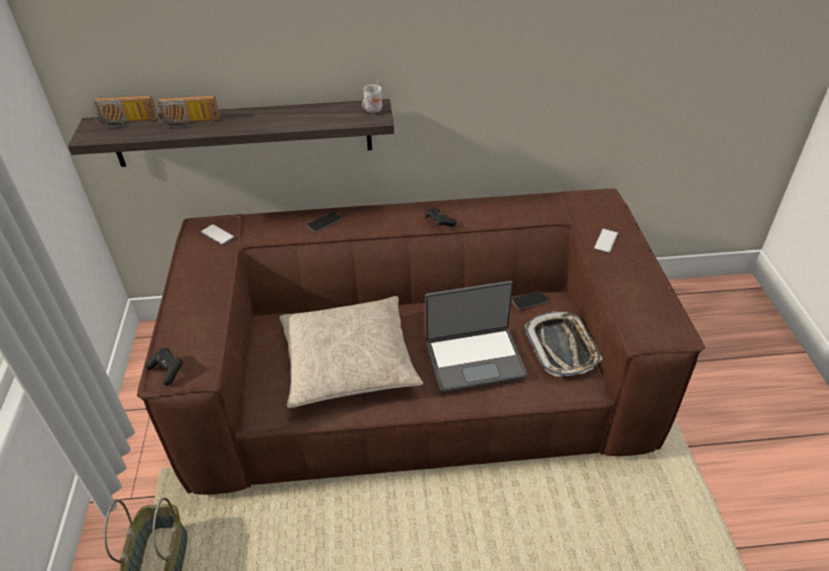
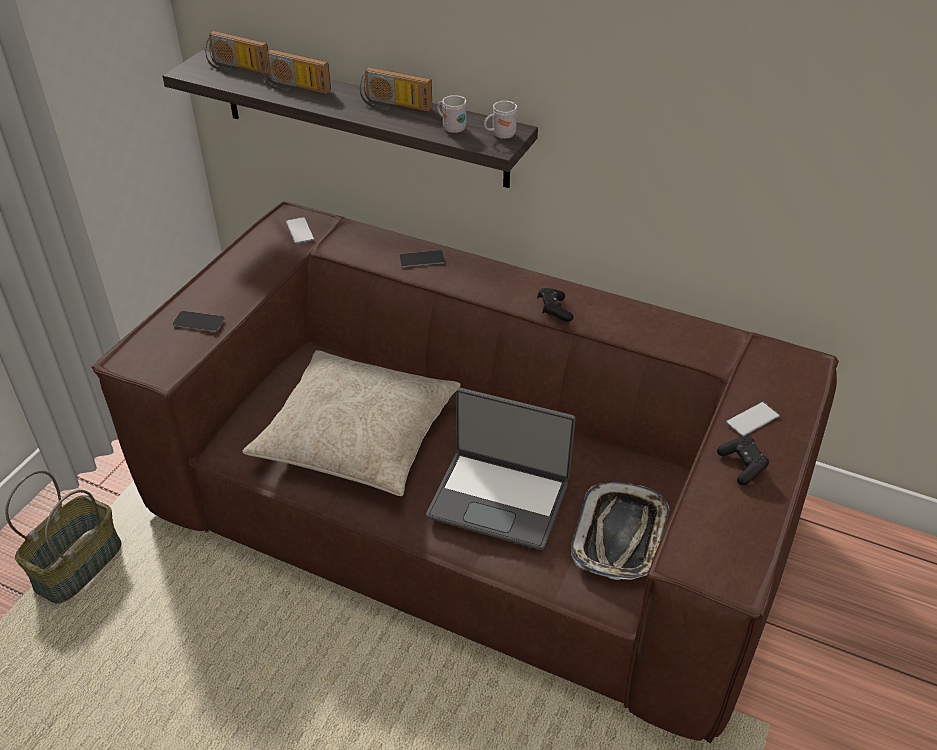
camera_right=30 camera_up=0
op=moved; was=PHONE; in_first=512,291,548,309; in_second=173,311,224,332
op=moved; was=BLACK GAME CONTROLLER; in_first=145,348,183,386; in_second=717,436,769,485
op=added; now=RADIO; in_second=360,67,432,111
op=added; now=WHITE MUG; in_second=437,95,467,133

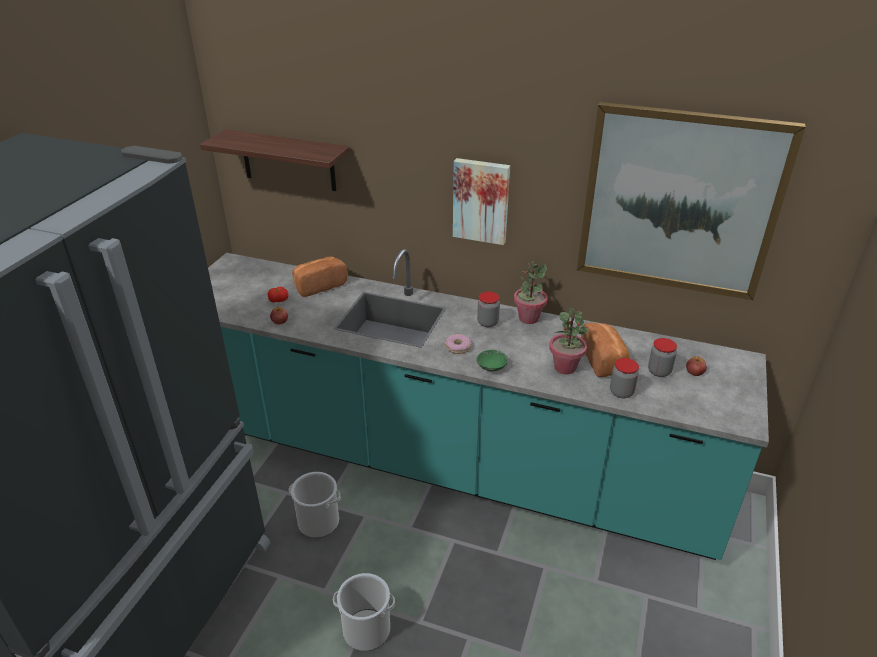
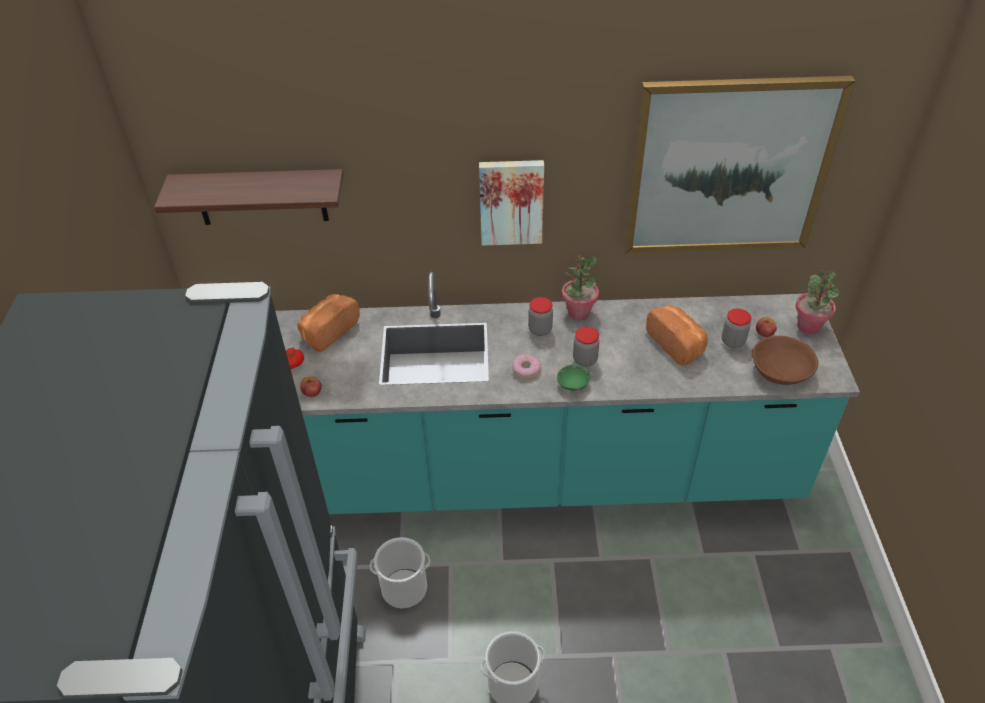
camera_right=-20 camera_up=10
op=moved; was=POTTED PLANT; in_first=549,308,588,374; in_second=795,270,839,334
op=moved; was=JAR; in_first=610,358,639,398; in_second=573,327,600,367
op=added; now=BROWN BOWL; in_second=752,336,819,385

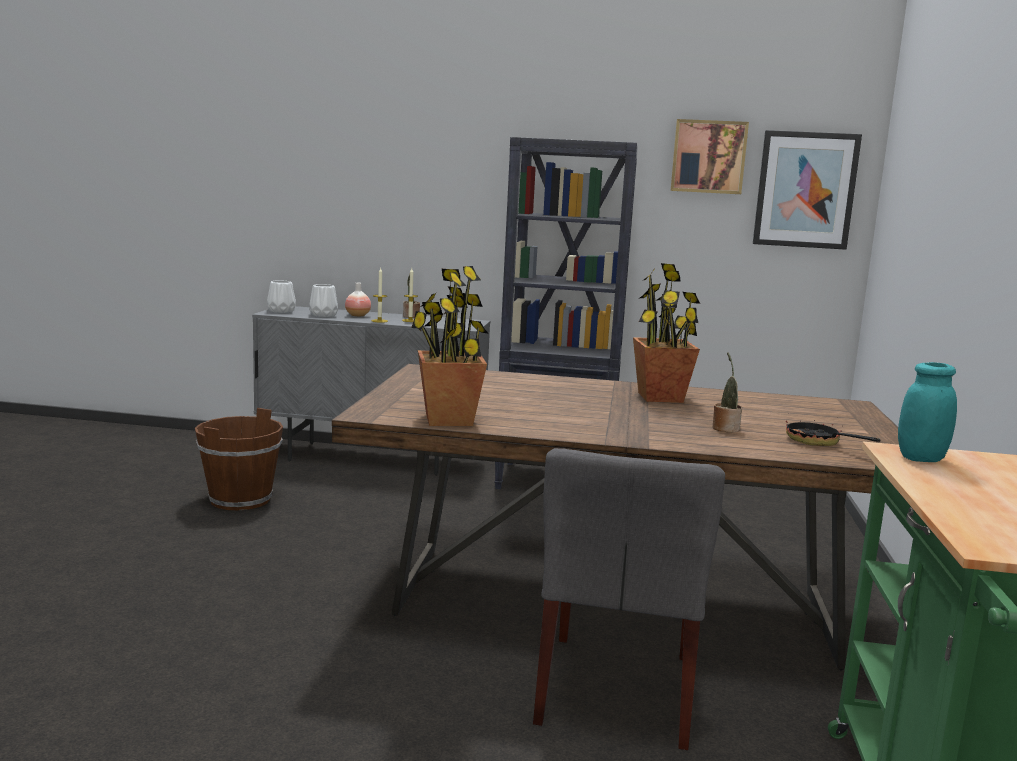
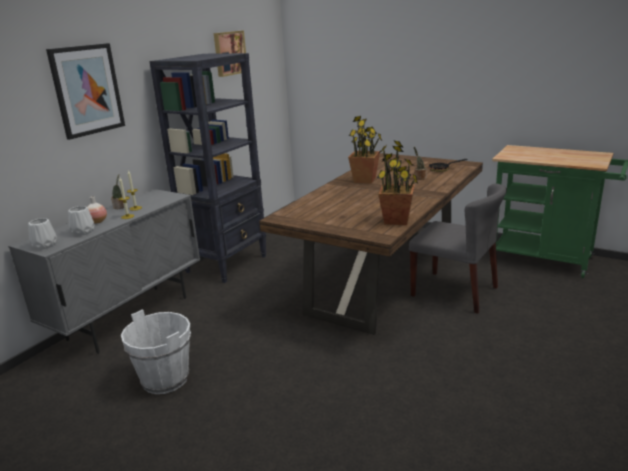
camera_right=-65 camera_up=10
op=moved; was=PICTURE; in_first=753,130,862,250; in_second=46,43,125,140
op=removed; was=TURQUOISE JAR; in_first=898,362,957,462
op=recoloured; was=BROWN BUCKET; now=WHITE BUCKET; in_first=195,408,283,510; in_second=121,309,191,394

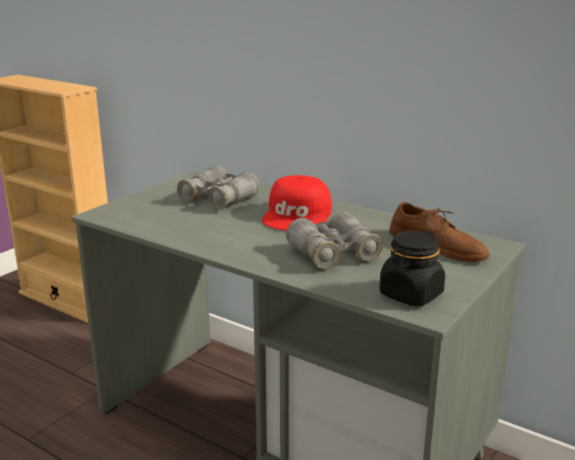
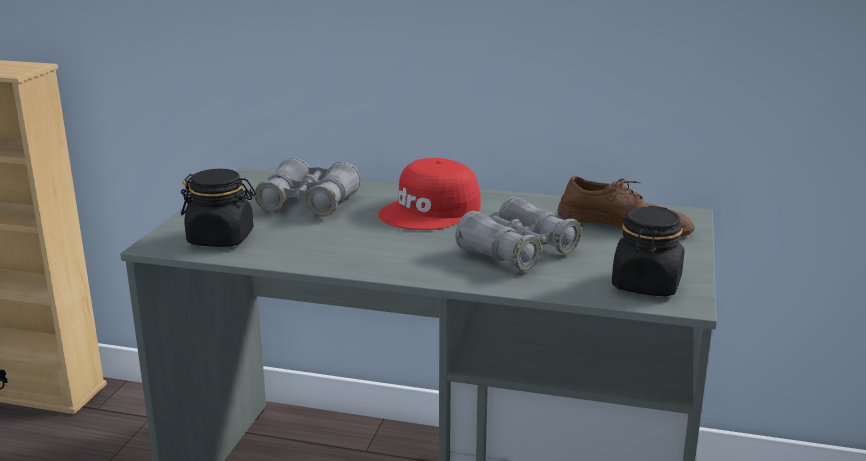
camera_right=-20 camera_up=0
op=turned; was=RED CAP; in_first=262,175,332,231; in_second=378,158,481,230; clockwise=45
op=added; now=BLACK JAR; in_second=181,169,256,247

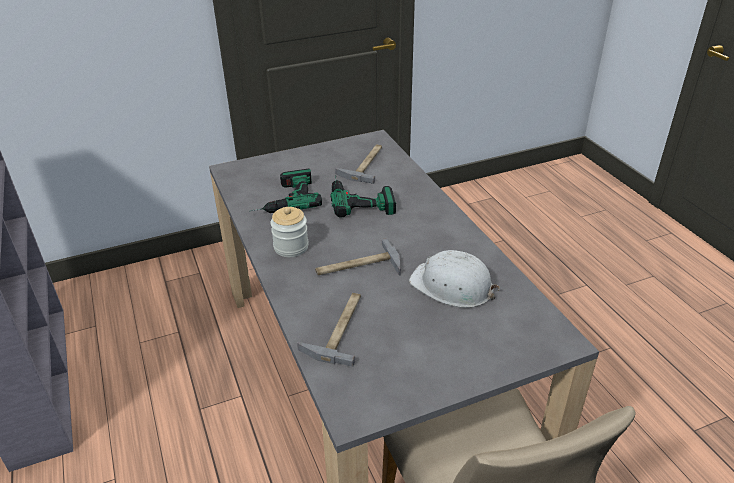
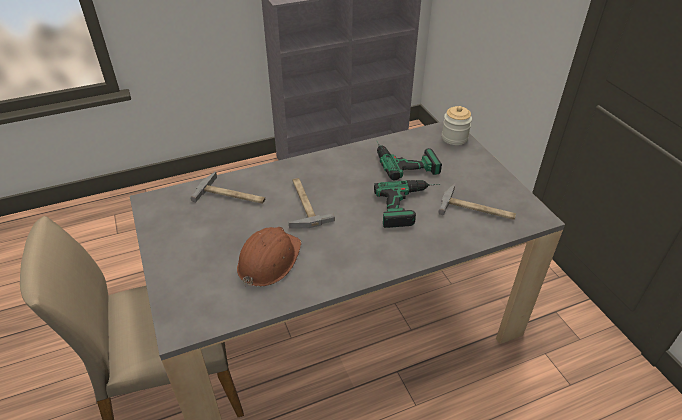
camera_right=90 camera_up=5
op=moved; was=JAR; in_first=270,207,309,257; in_second=442,106,472,145
op=recoloured; was=WHITE HARD HAT; now=BROWN HARD HAT; in_first=409,250,500,308; in_second=237,227,301,287

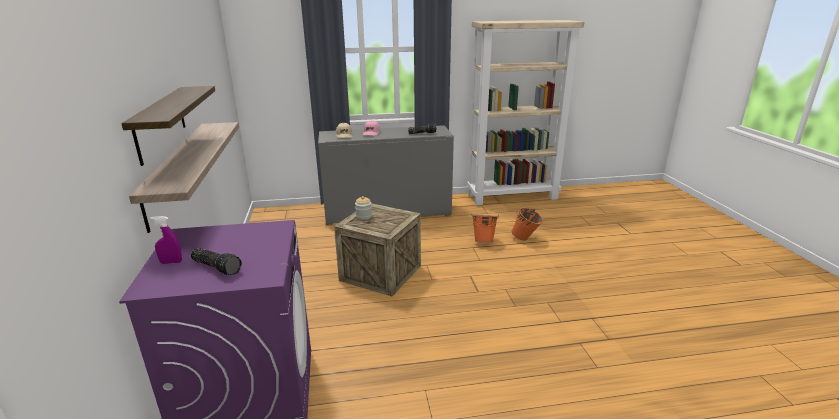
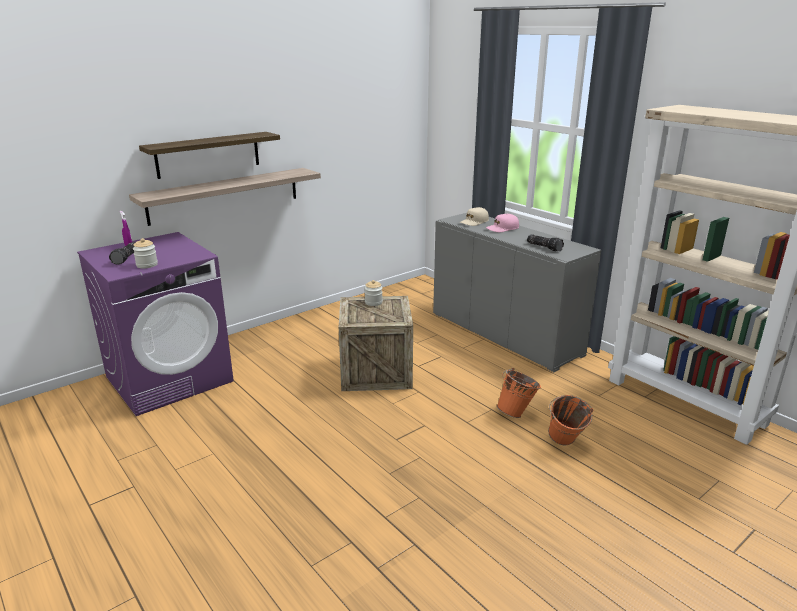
camera_right=60 camera_up=0
op=added; now=JAR; in_second=133,238,158,268

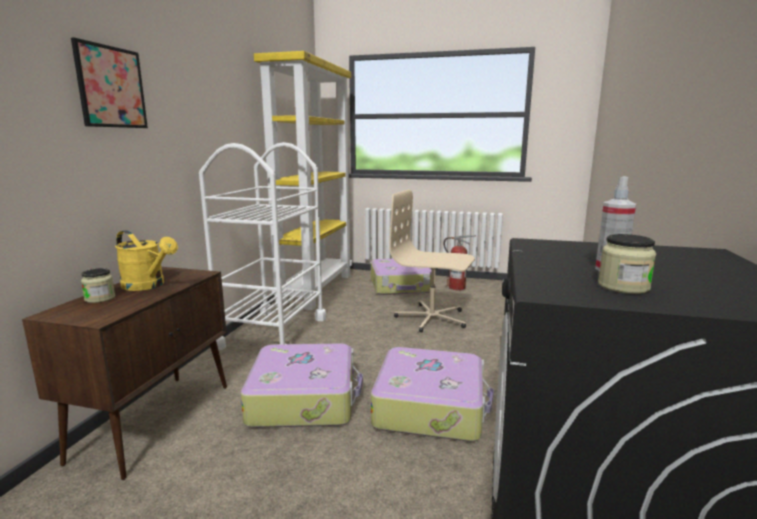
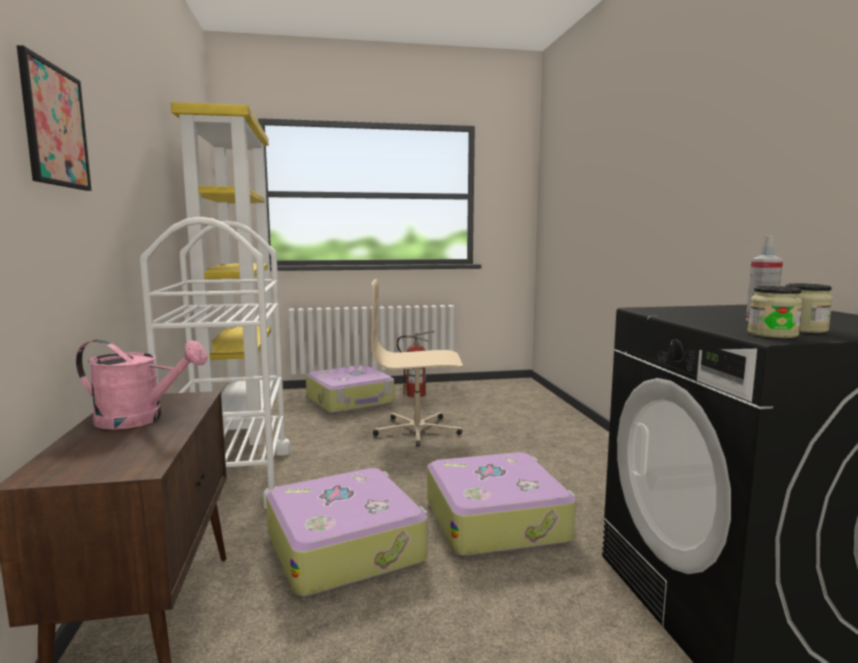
camera_right=-25 camera_up=-5
op=recoloured; was=YELLOW WATERING CAN; now=PINK WATERING CAN; in_first=115,230,178,291; in_second=76,340,208,429
op=moved; was=JAR; in_first=81,268,115,303; in_second=747,286,803,338

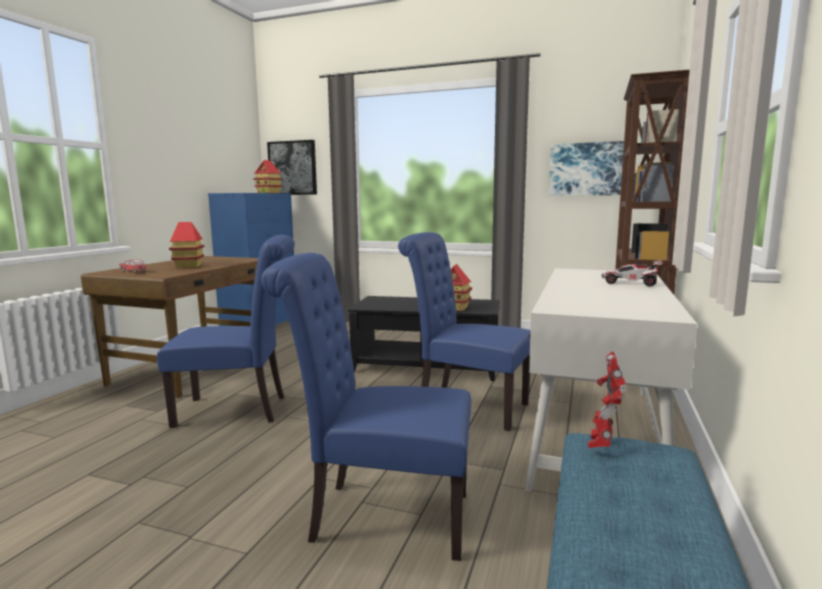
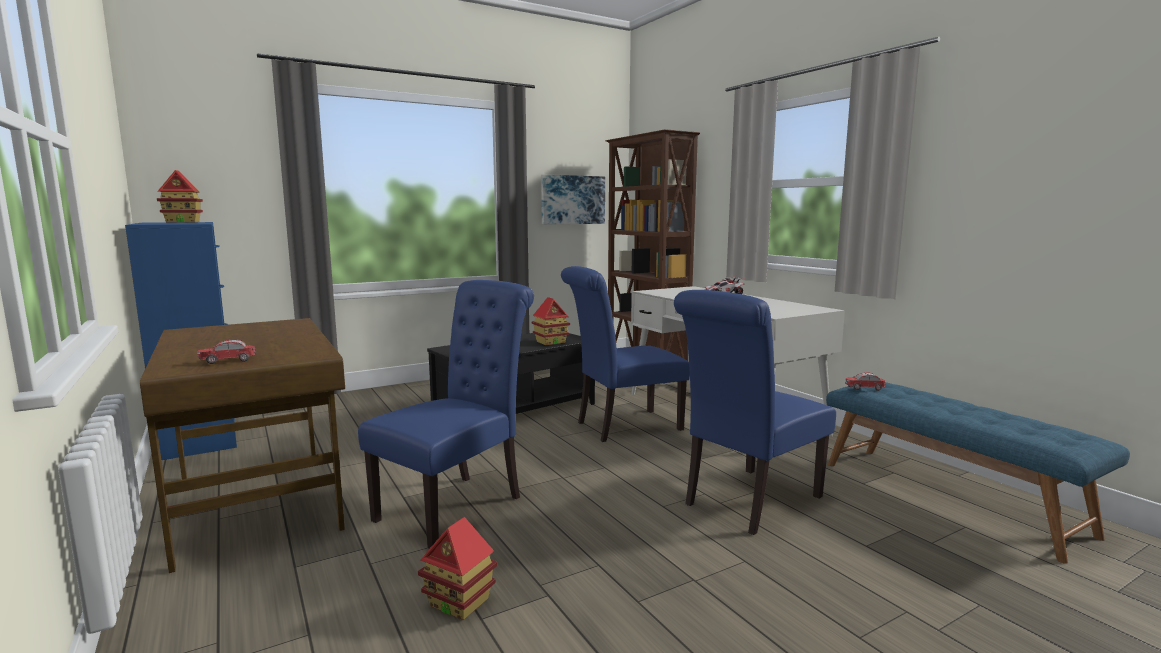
camera_right=-50 camera_up=0
op=removed; was=PICTURE; in_first=267,140,317,195
op=moved; was=TOY HOUSE; in_first=169,222,204,268; in_second=418,517,498,620
op=replaced; was=TOY ROBOT; now=TOY CAR; in_first=587,351,626,448; in_second=845,372,885,391

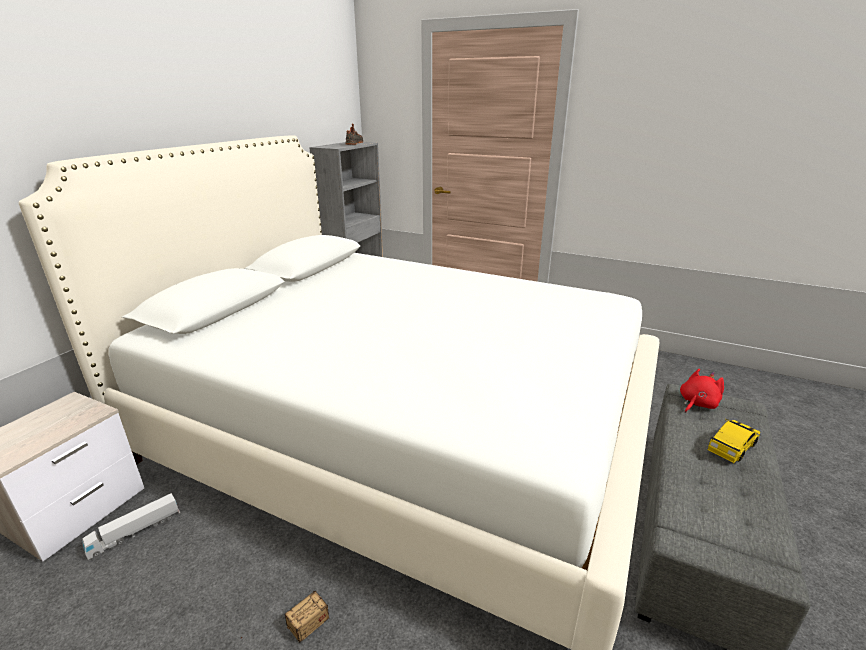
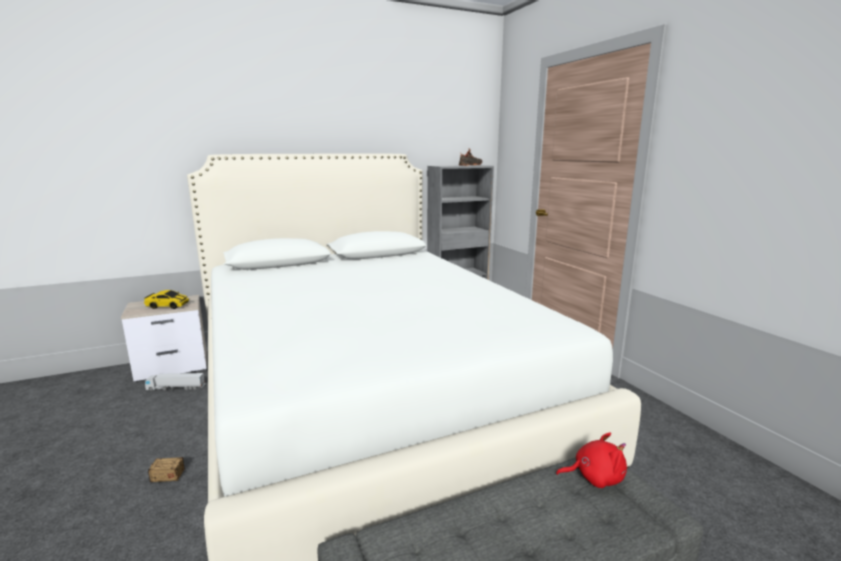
camera_right=40 camera_up=-10
op=moved; was=TOY CAR; in_first=707,419,760,463; in_second=144,290,189,309

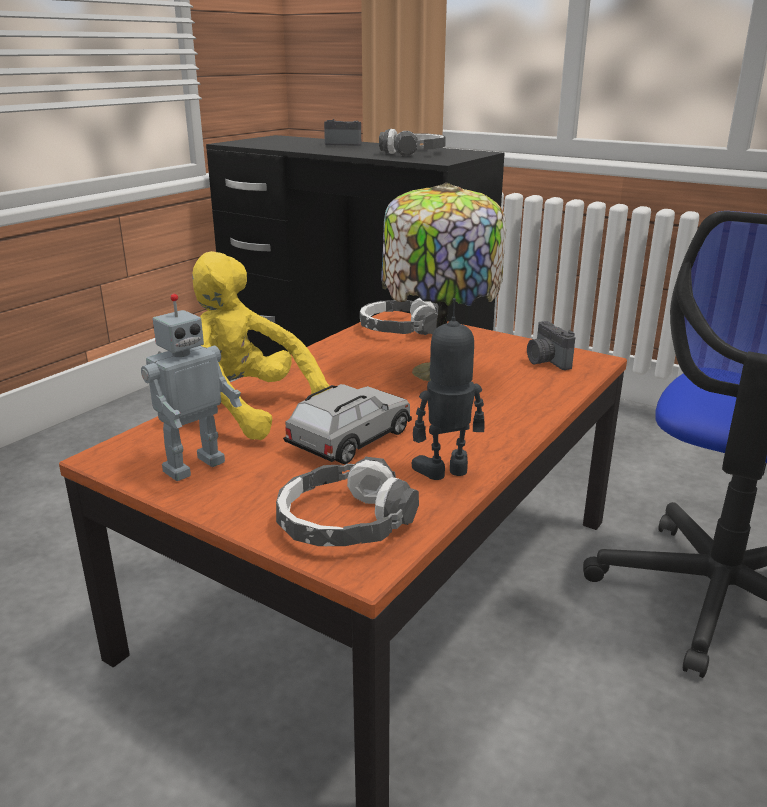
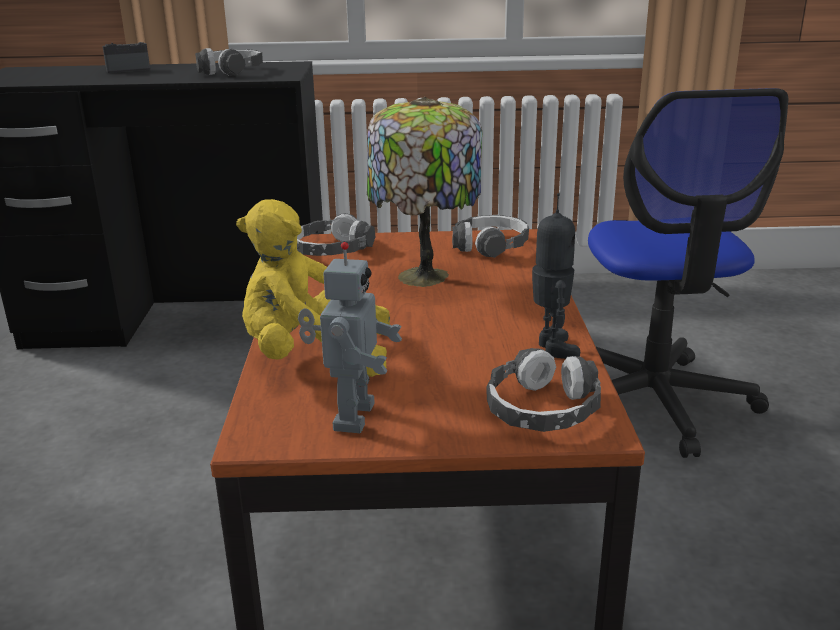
camera_right=-35 camera_up=0
op=turned; was=TOY ROBOT; in_first=412,298,484,480; in_second=532,193,580,359; clockwise=135
op=replaced; was=PHOTO CAMERA; now=HEADPHONES; in_first=527,321,575,370; in_second=452,215,529,258
op=removed; was=GREY TOY CAR; in_first=283,384,412,464

